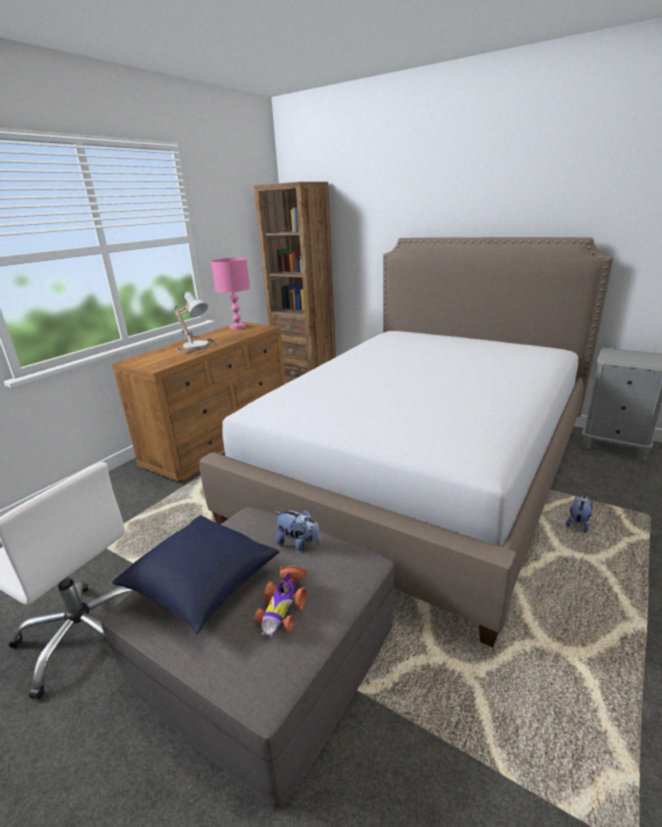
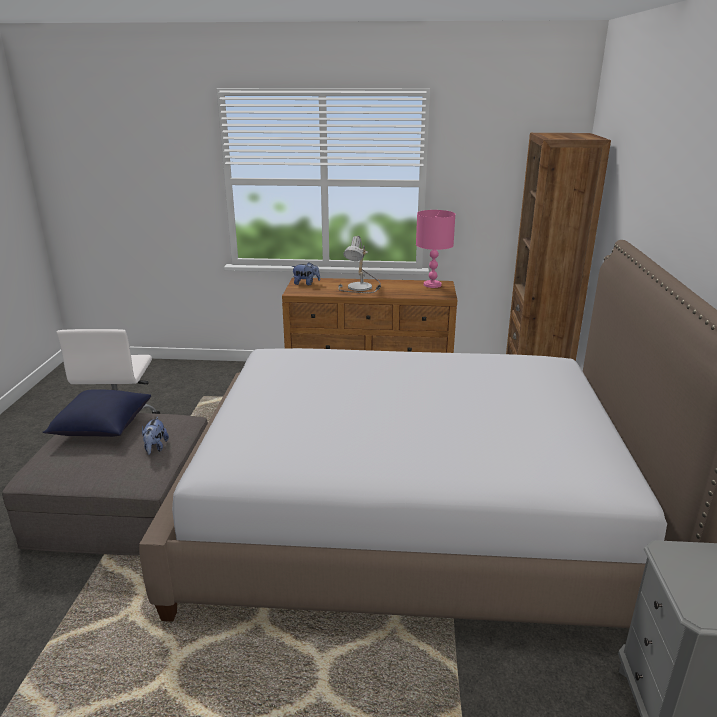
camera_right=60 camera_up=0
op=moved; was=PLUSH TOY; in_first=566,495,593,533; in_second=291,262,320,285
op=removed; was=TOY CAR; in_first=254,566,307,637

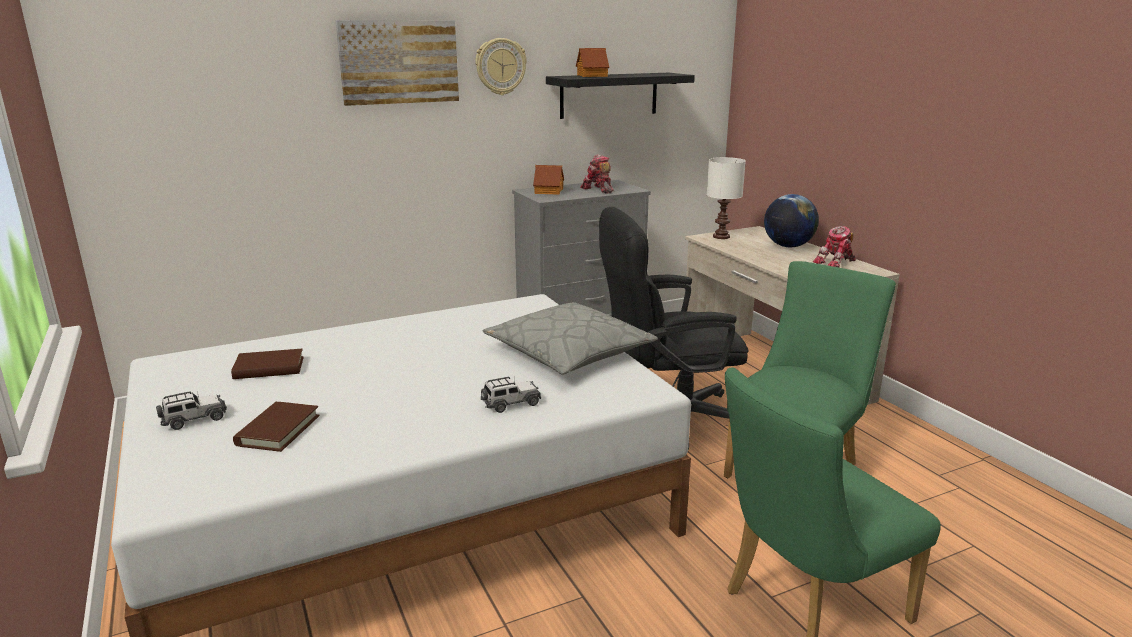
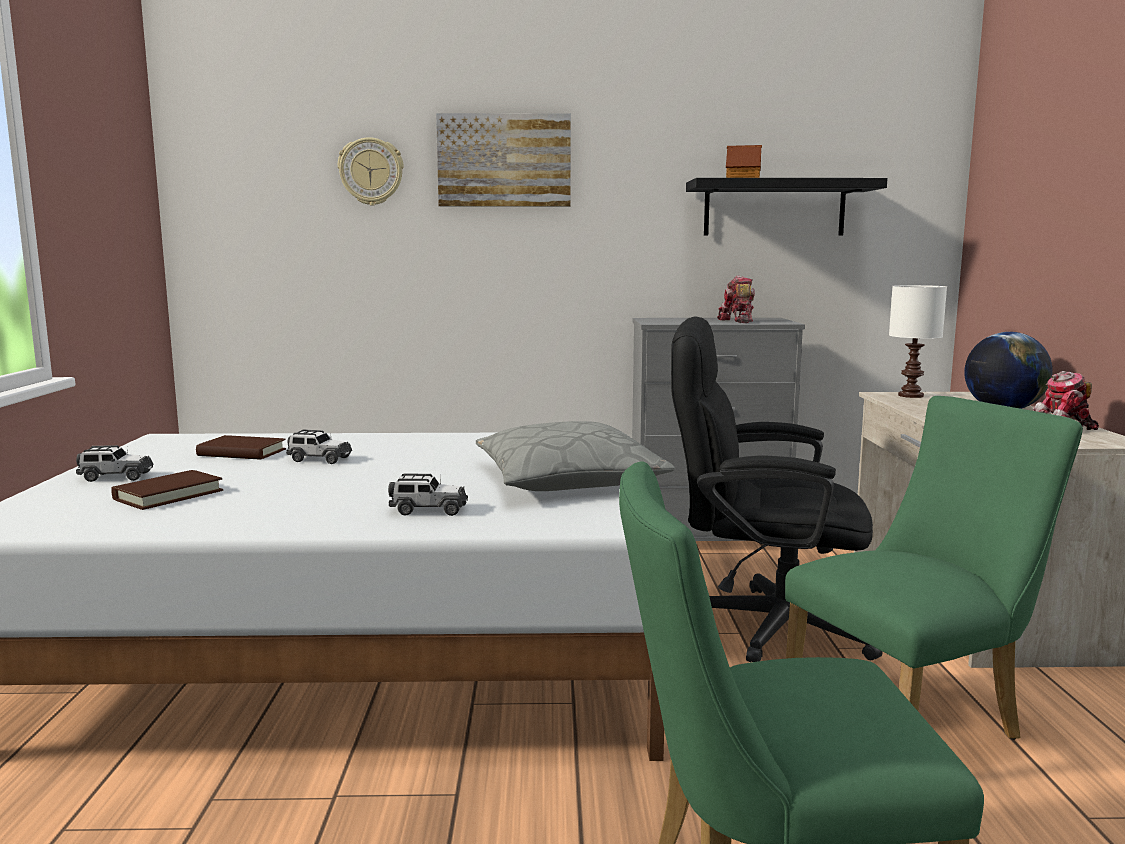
camera_right=25 camera_up=-10
op=moved; was=WALL CLOCK; in_first=475,38,527,95; in_second=338,137,404,206
op=removed; was=TOY HOUSE; in_first=533,165,564,195
op=added; now=TOY CAR; in_second=286,429,352,464

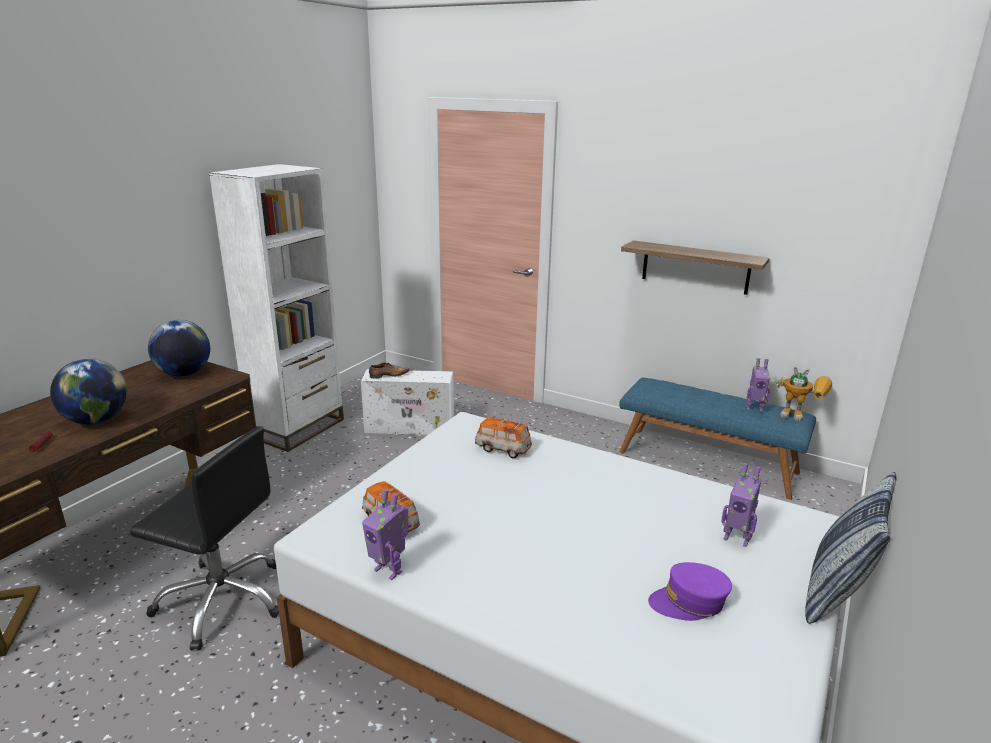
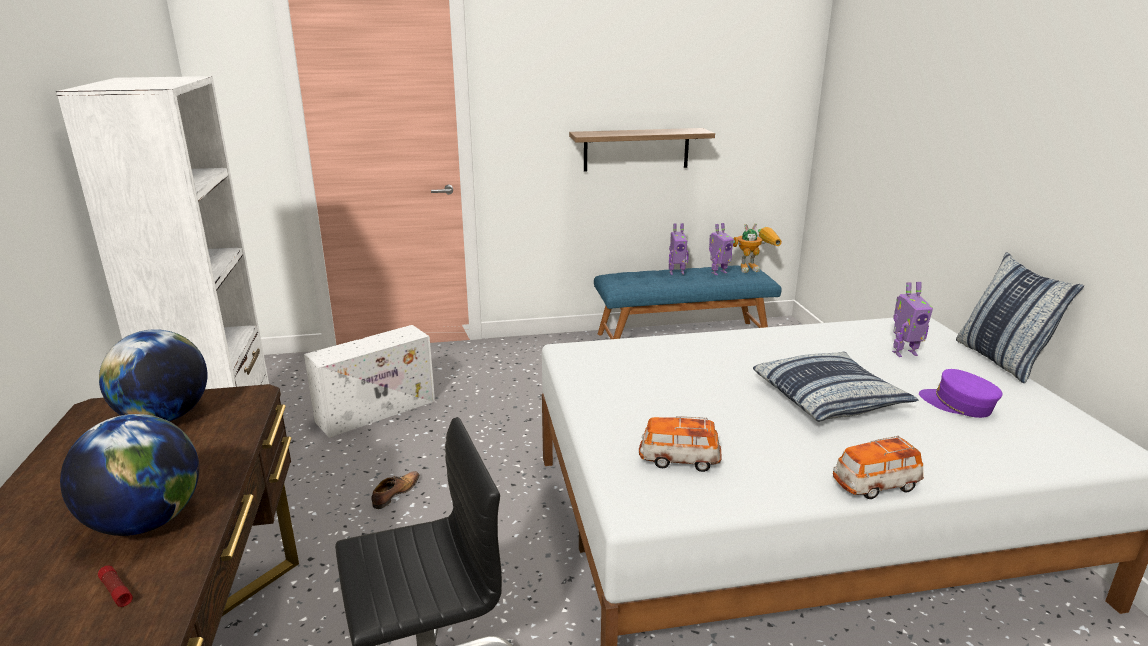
camera_right=-40 camera_up=0
op=moved; was=SHOE; in_first=369,362,410,379; in_second=371,471,420,509
op=moved; was=TOY CAR; in_first=475,417,532,458; in_second=833,436,924,499
op=moved; was=TOY ROBOT; in_first=362,489,408,580; in_second=669,223,689,275
op=turned; was=PURPLE CAP; in_first=648,562,732,621; in_second=919,369,1002,418; clockwise=90
op=added; now=PILLOW; in_second=753,351,919,422

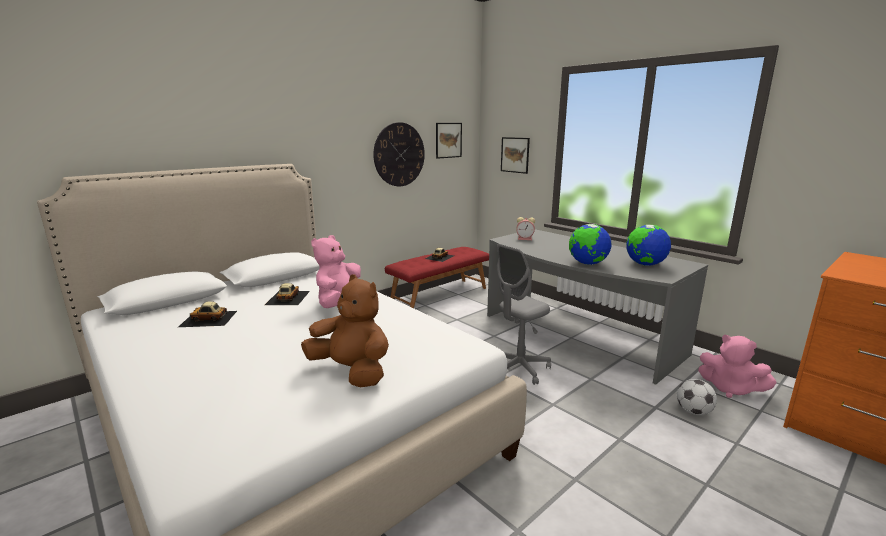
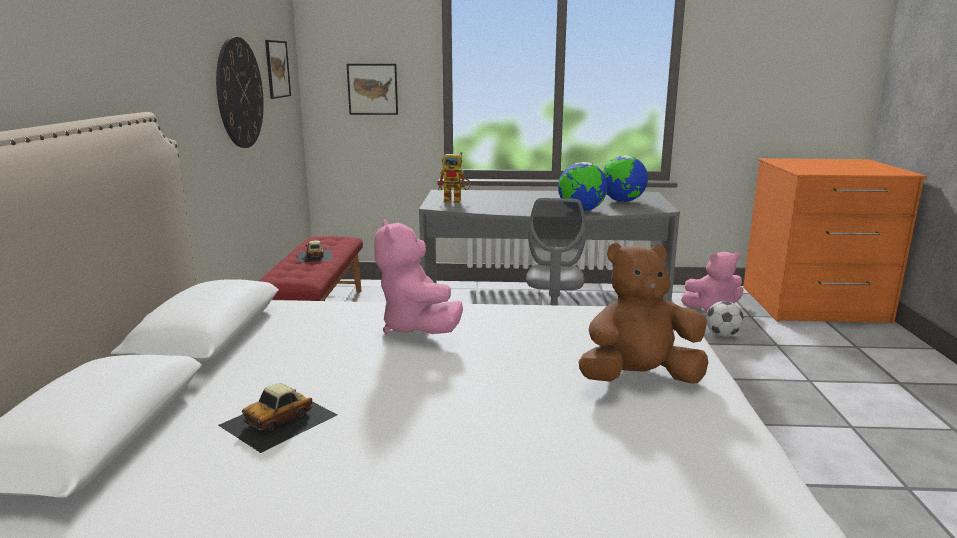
camera_right=-45 camera_up=0
op=replaced; was=ALARM CLOCK; now=TOY ROBOT; in_first=516,217,535,240; in_second=438,152,471,203
op=removed; was=TOY CAR; in_first=265,283,310,305

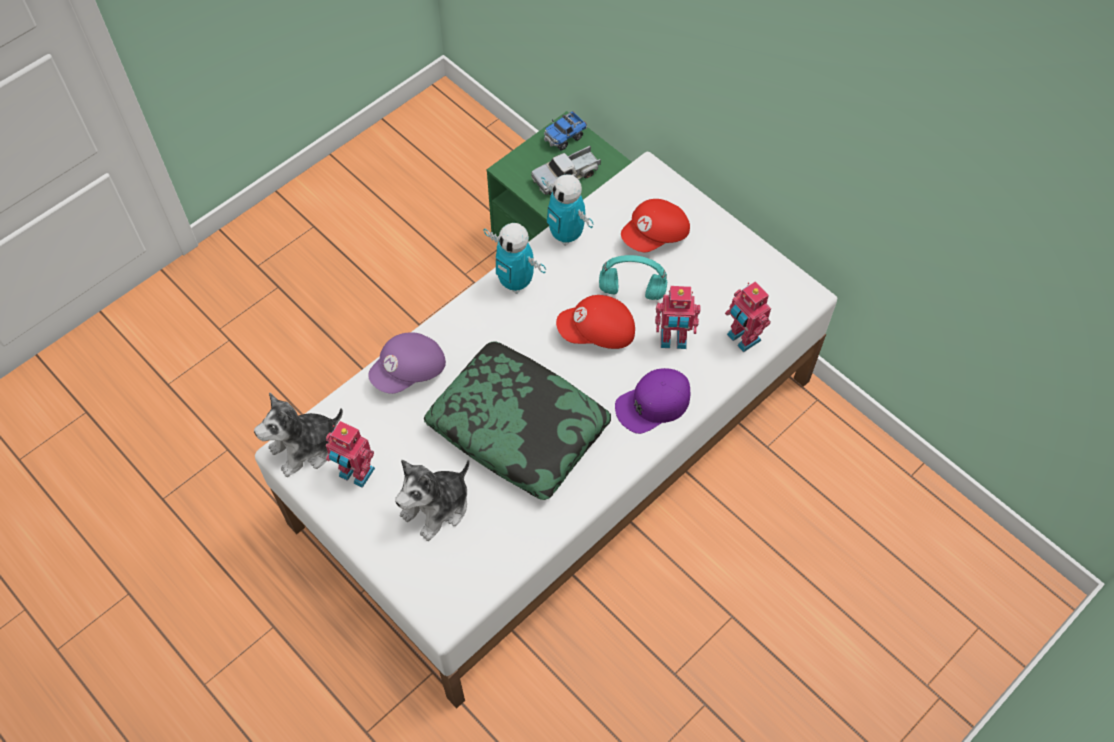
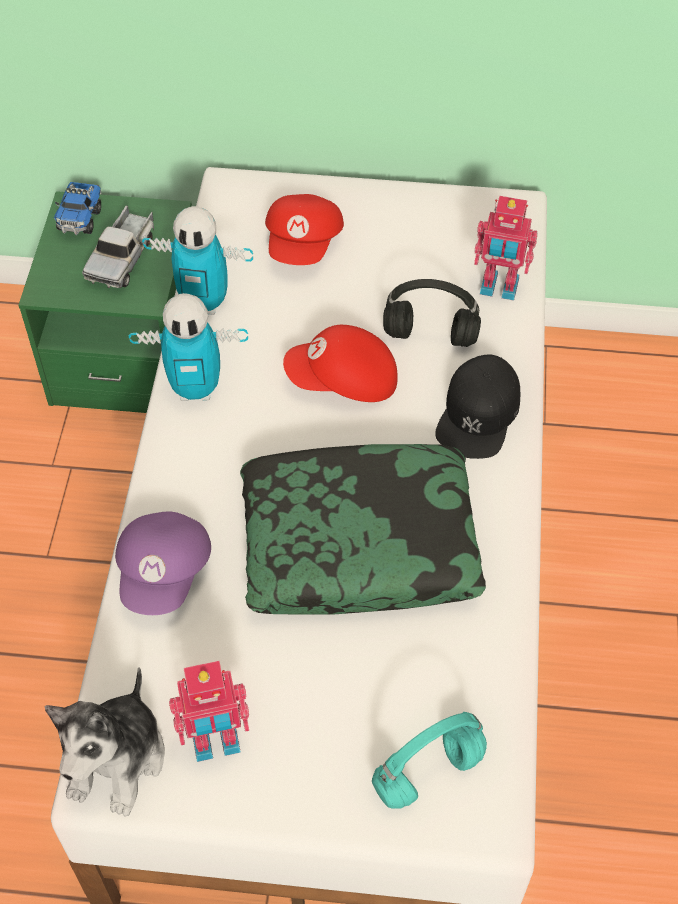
camera_right=-40 camera_up=-5
op=moved; was=TURQUOISE HEADPHONES; in_first=599,255,667,300; in_second=372,712,487,809
op=replaced; was=TOY ROBOT; now=BLACK HEADPHONES; in_first=655,286,701,349; in_second=383,279,481,347
op=turned; was=RED CAP; in_first=556,295,635,349; in_second=283,325,398,402; clockwise=45
op=recoloured; was=PURPLE CAP; now=BLACK CAP; in_first=615,368,690,434; in_second=435,355,520,459
op=removed; was=PLUSH TOY; in_first=395,460,470,541

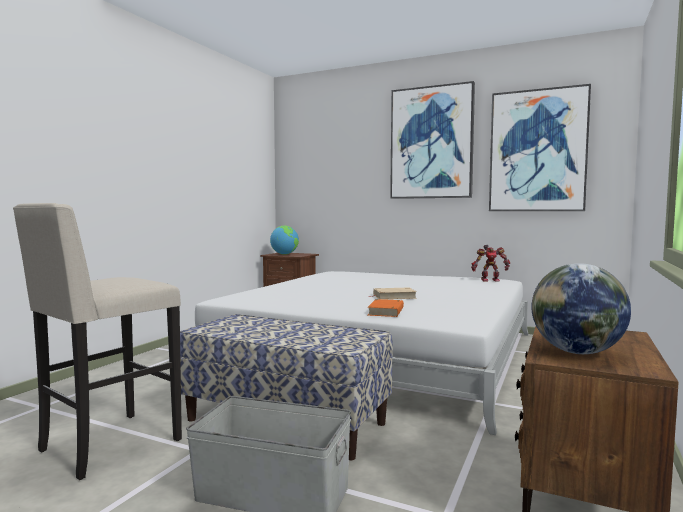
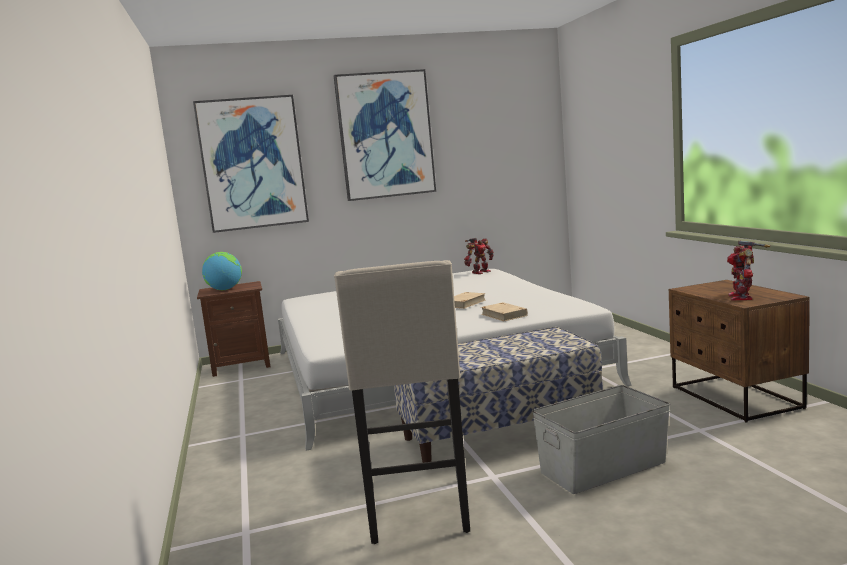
camera_right=-40 camera_up=5
op=moved; was=PICTURE; in_first=489,84,591,211; in_second=193,95,309,233
op=replaced; was=GLOBE; now=TOY ROBOT; in_first=531,263,631,354; in_second=727,241,770,300
op=recoloured; was=ORANGE BOOK; now=BEIGE BOOK; in_first=367,299,404,317; in_second=481,302,528,321

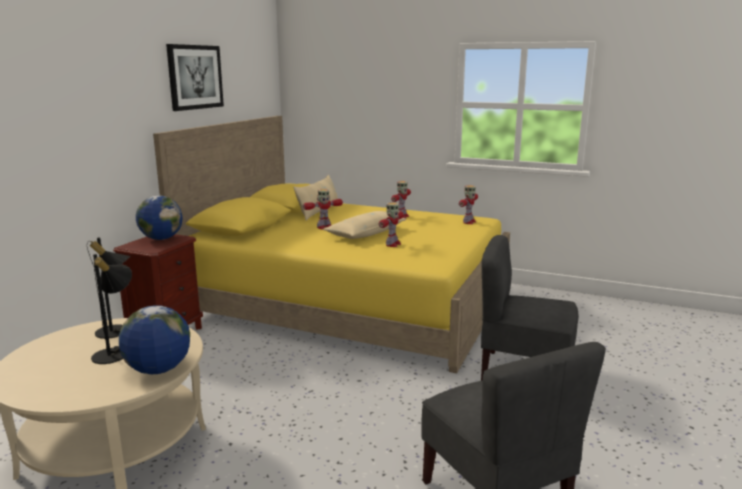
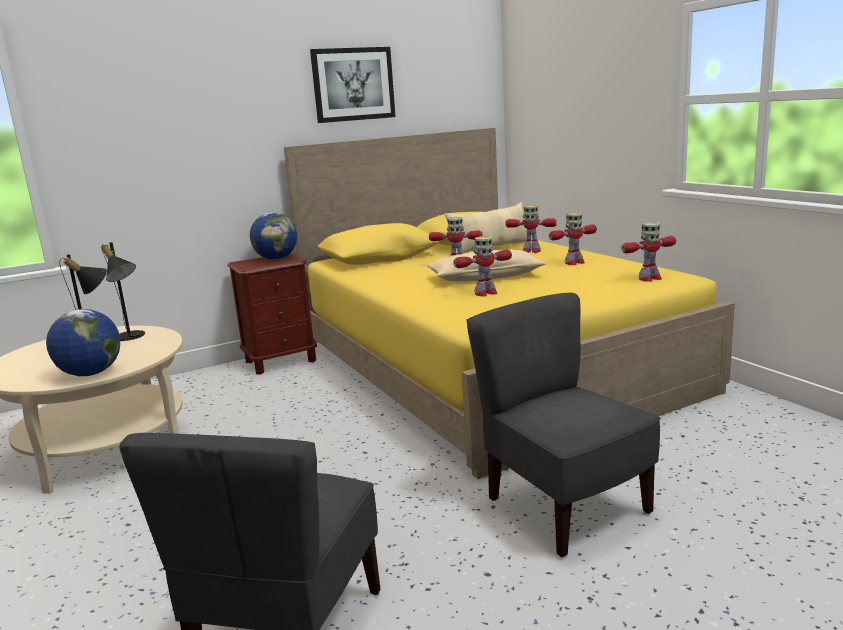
camera_right=40 camera_up=0
op=added; now=TOY ROBOT; in_second=505,205,557,253

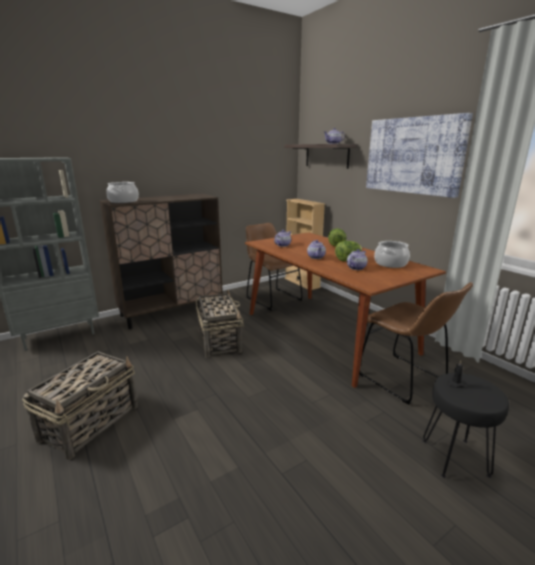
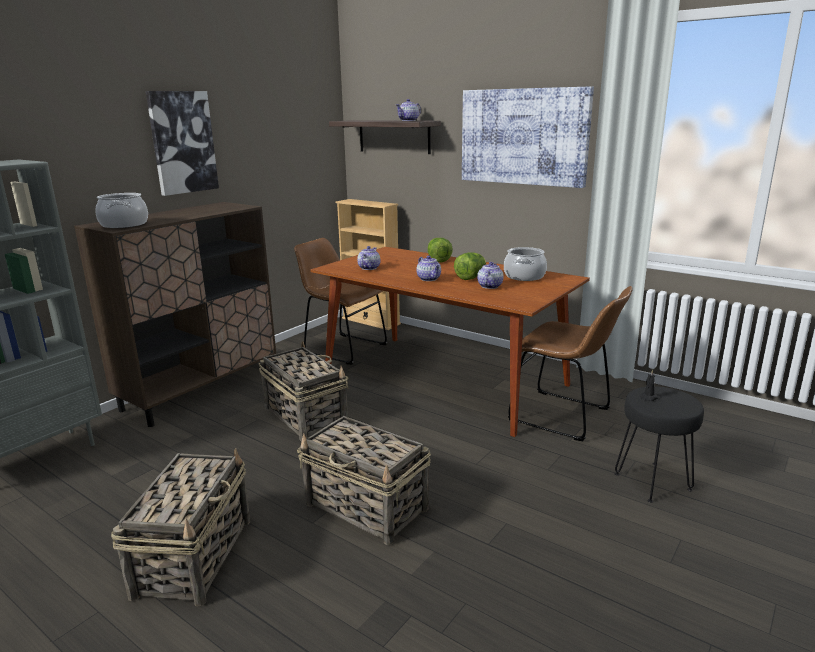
camera_right=-20 camera_up=0
op=added; now=PICTURE; in_second=146,91,219,196
op=added; now=BASKET; in_second=297,416,431,545

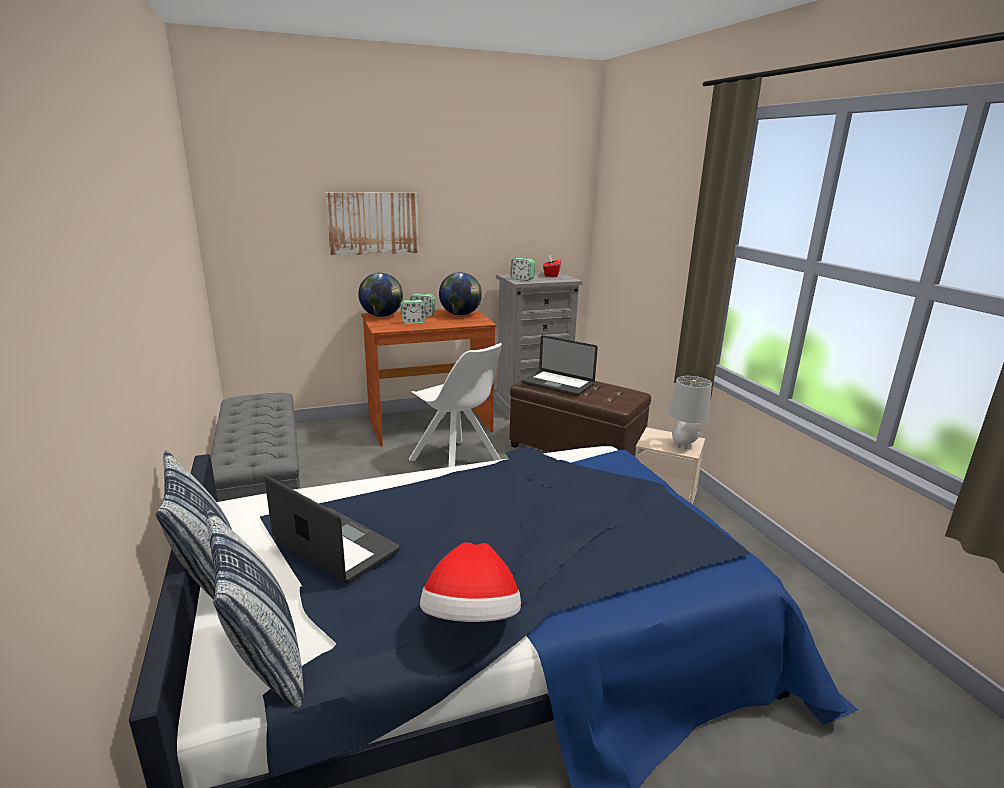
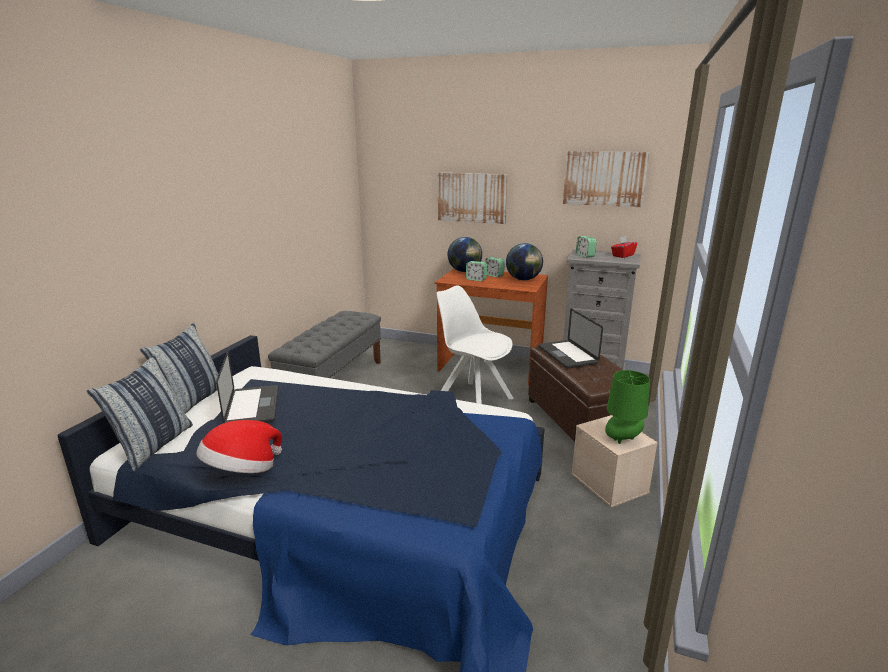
camera_right=40 camera_up=0
op=turned; was=WHITE CHAIR; in_first=409,343,502,467; in_second=437,285,514,404; clockwise=135
op=recoloured; was=GREY TABLE LAMP; now=GREEN TABLE LAMP; in_first=669,376,712,449; in_second=605,370,650,444
op=added; now=PICTURE; in_second=563,151,649,207

